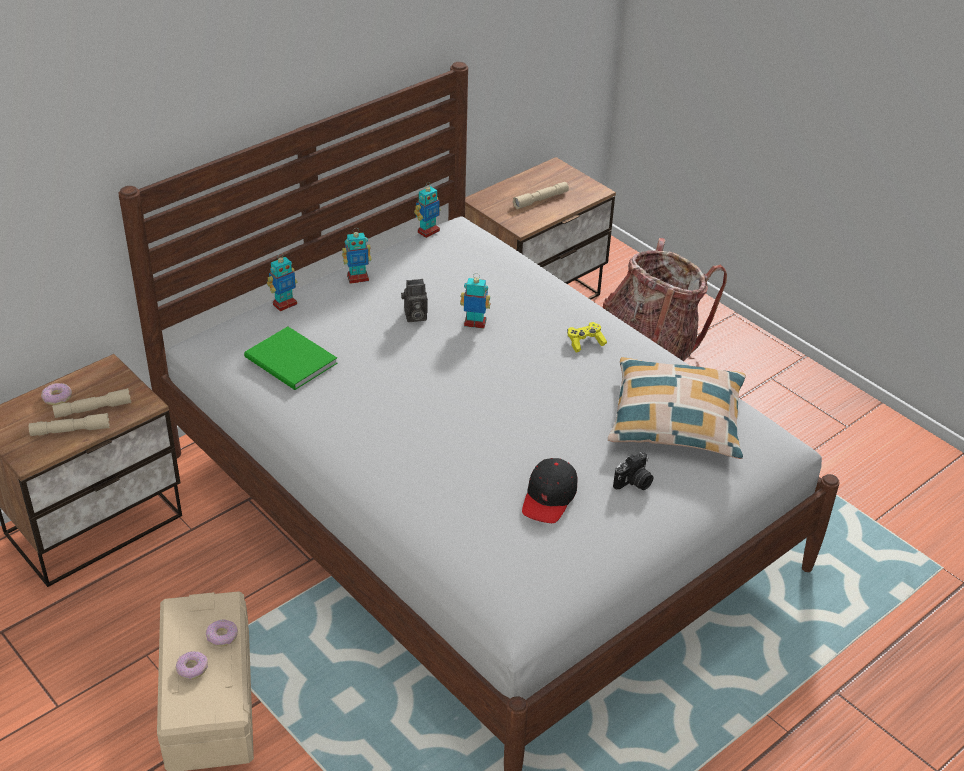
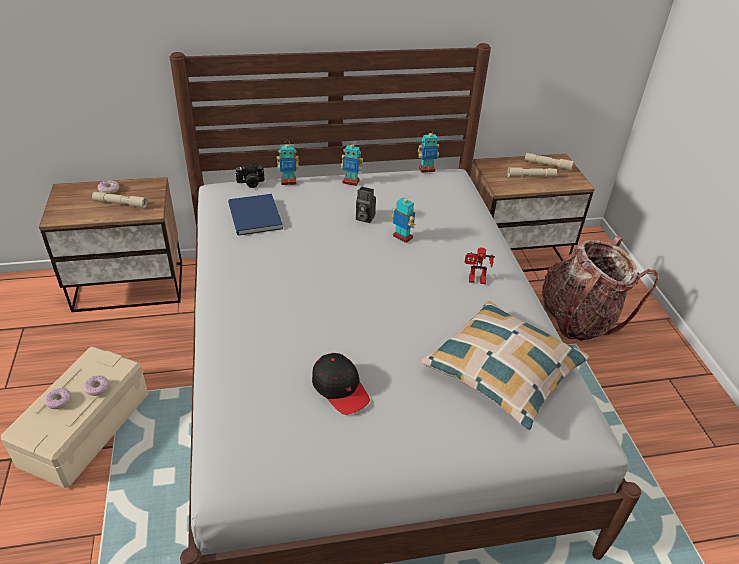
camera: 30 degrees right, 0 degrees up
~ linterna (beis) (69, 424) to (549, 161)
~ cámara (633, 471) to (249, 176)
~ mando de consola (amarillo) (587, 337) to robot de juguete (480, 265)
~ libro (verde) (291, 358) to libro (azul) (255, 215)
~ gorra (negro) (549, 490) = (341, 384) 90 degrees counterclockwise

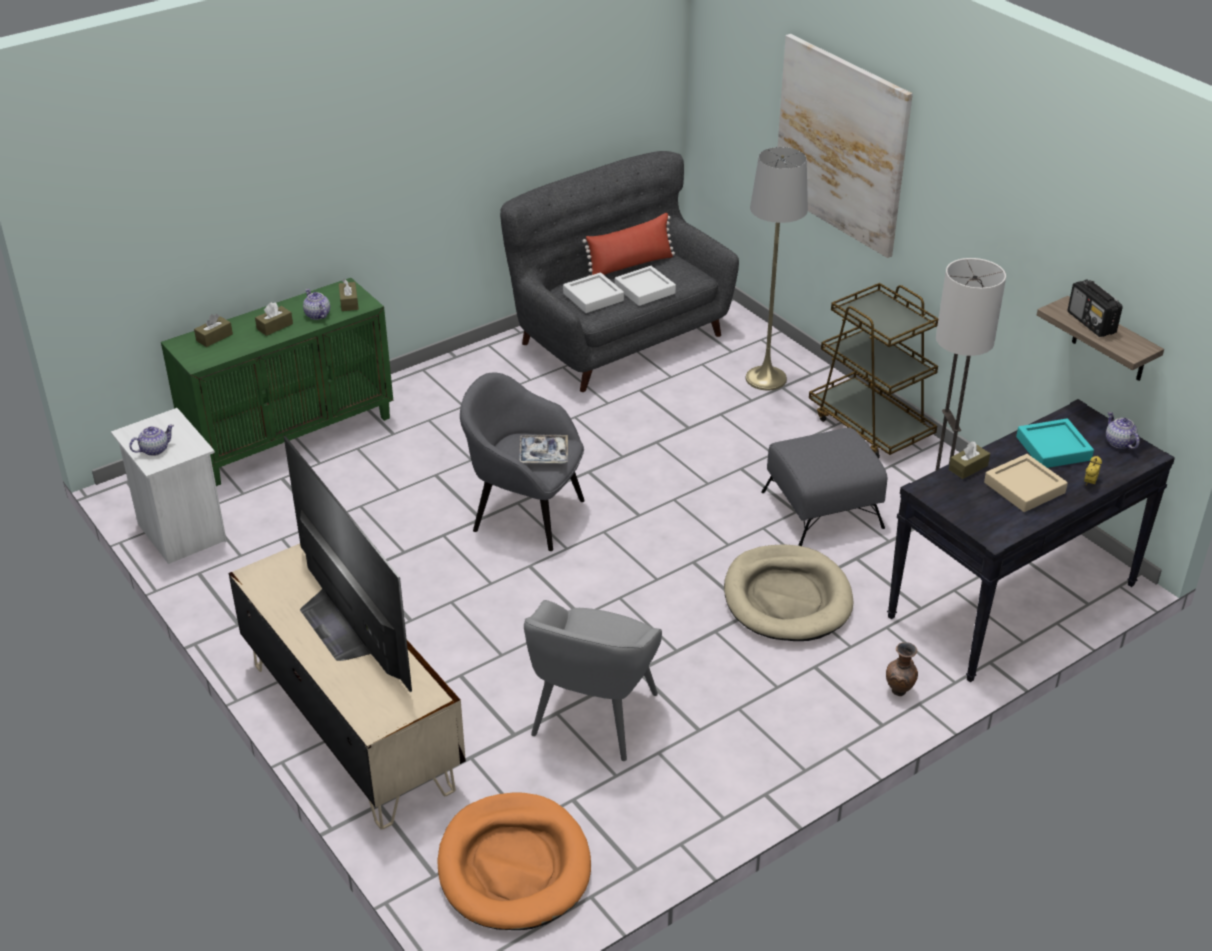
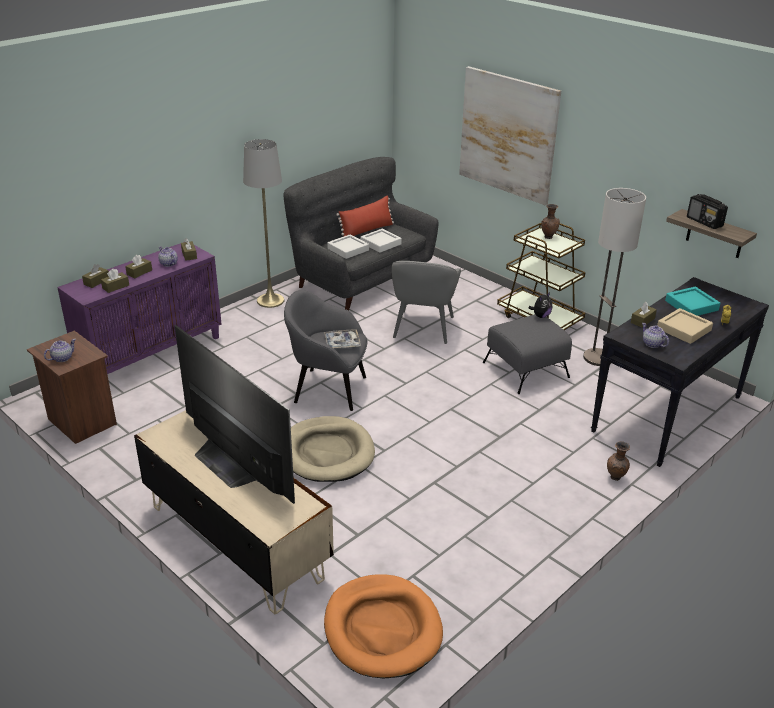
camera: 10 degrees left, 5 degrees down
+ caja de pañuelos (marrón) (115, 281)
+ peluche (540, 305)
+ florero (marrón) (550, 221)
~ sillón (gris) (593, 680) to (426, 302)
~ cama para perro (beis) (789, 592) to (333, 449)
~ lámpara de pie (gris) (776, 268) to (263, 223)
~ tetera (1123, 430) to (655, 335)
~ mesita de noche (blanco) (169, 486) to mesita de noche (marrón) (72, 387)
~ armario (verde) (277, 382) to armario (morado) (139, 308)

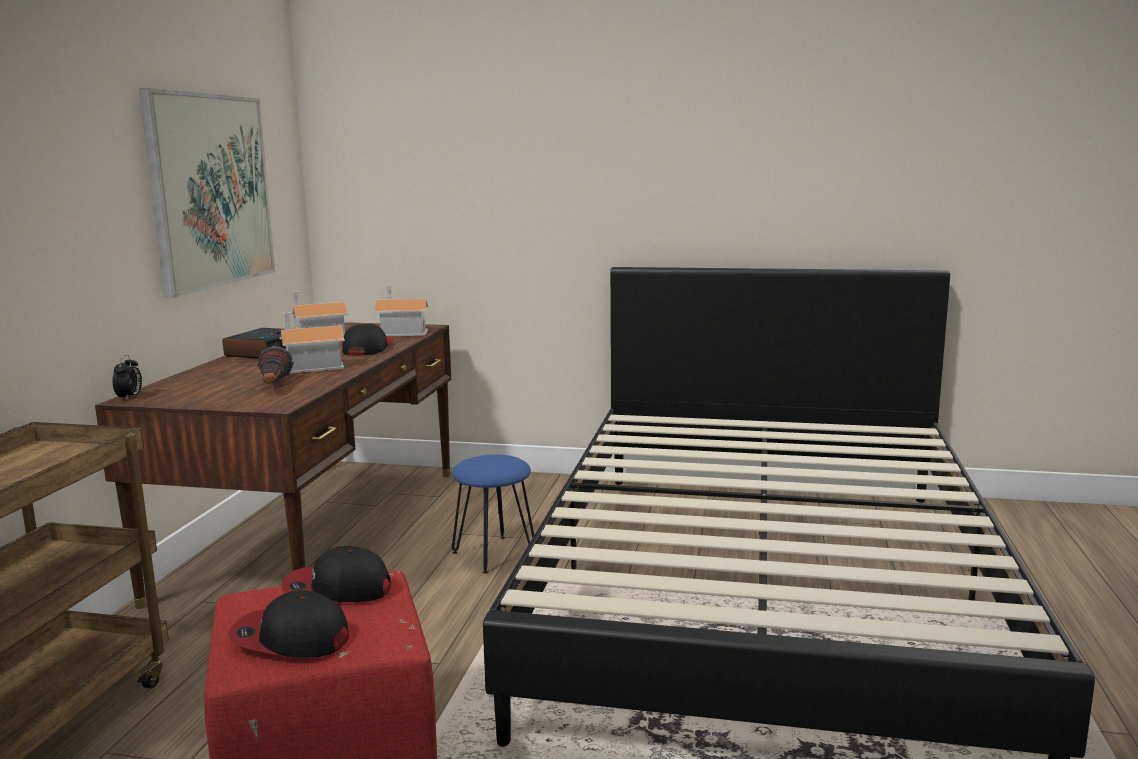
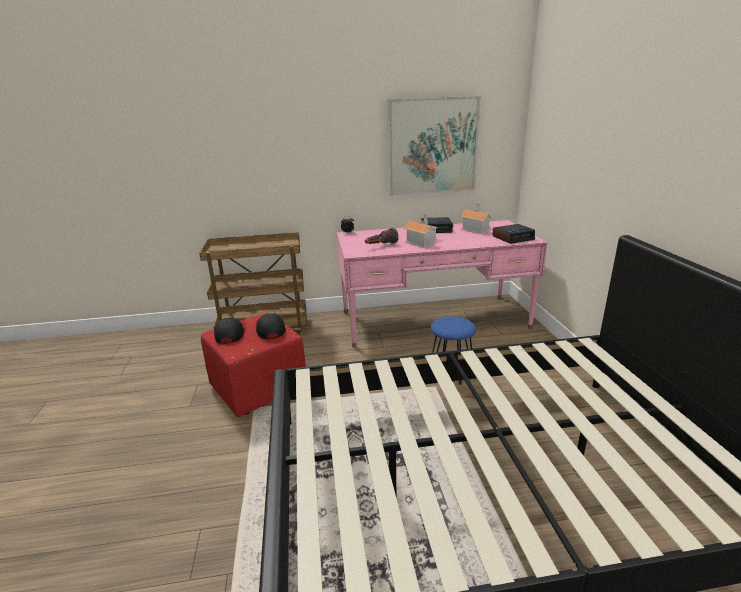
camera: 70 degrees right, 10 degrees up
- gorra (368, 340)
~ casita (401, 311) to despertador (513, 234)
~ escritorio (marrón) (273, 465) to escritorio (rosa) (441, 284)

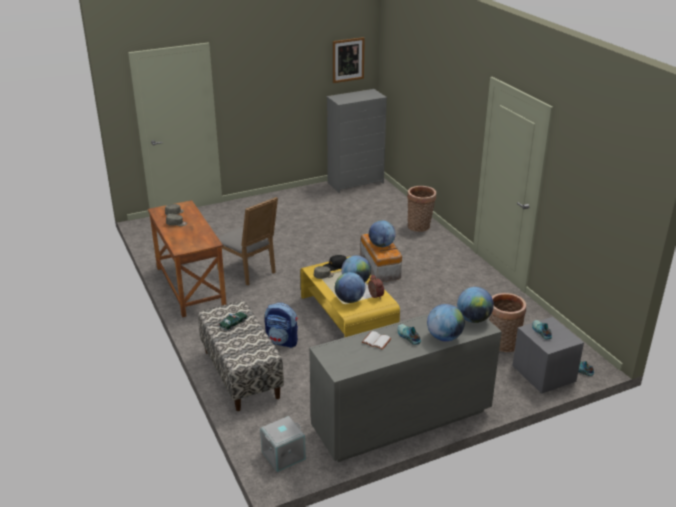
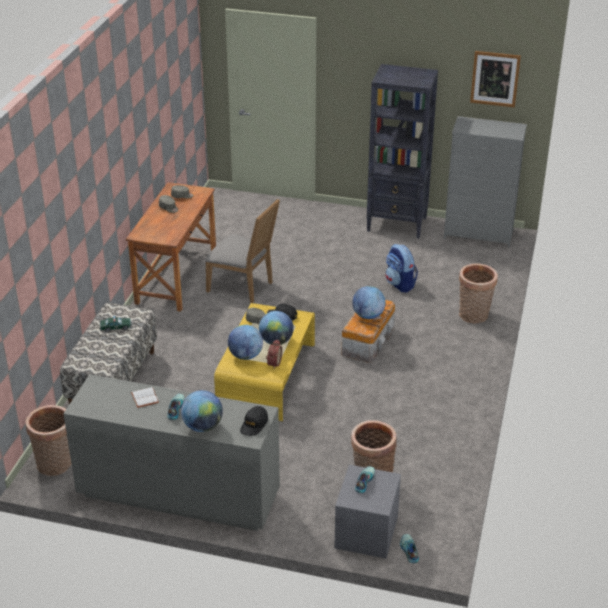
camera: 40 degrees right, 5 degrees up
+ estantería (negro) (402, 151)
~ mochila (281, 325) to (402, 268)
~ caja de almacenaje (gris) (283, 444) to cesta (48, 440)
~ globo terráqueo (475, 305) to gorra (negro) (254, 421)
~ silla (gris) (247, 241) = (242, 251) 60 degrees counterclockwise

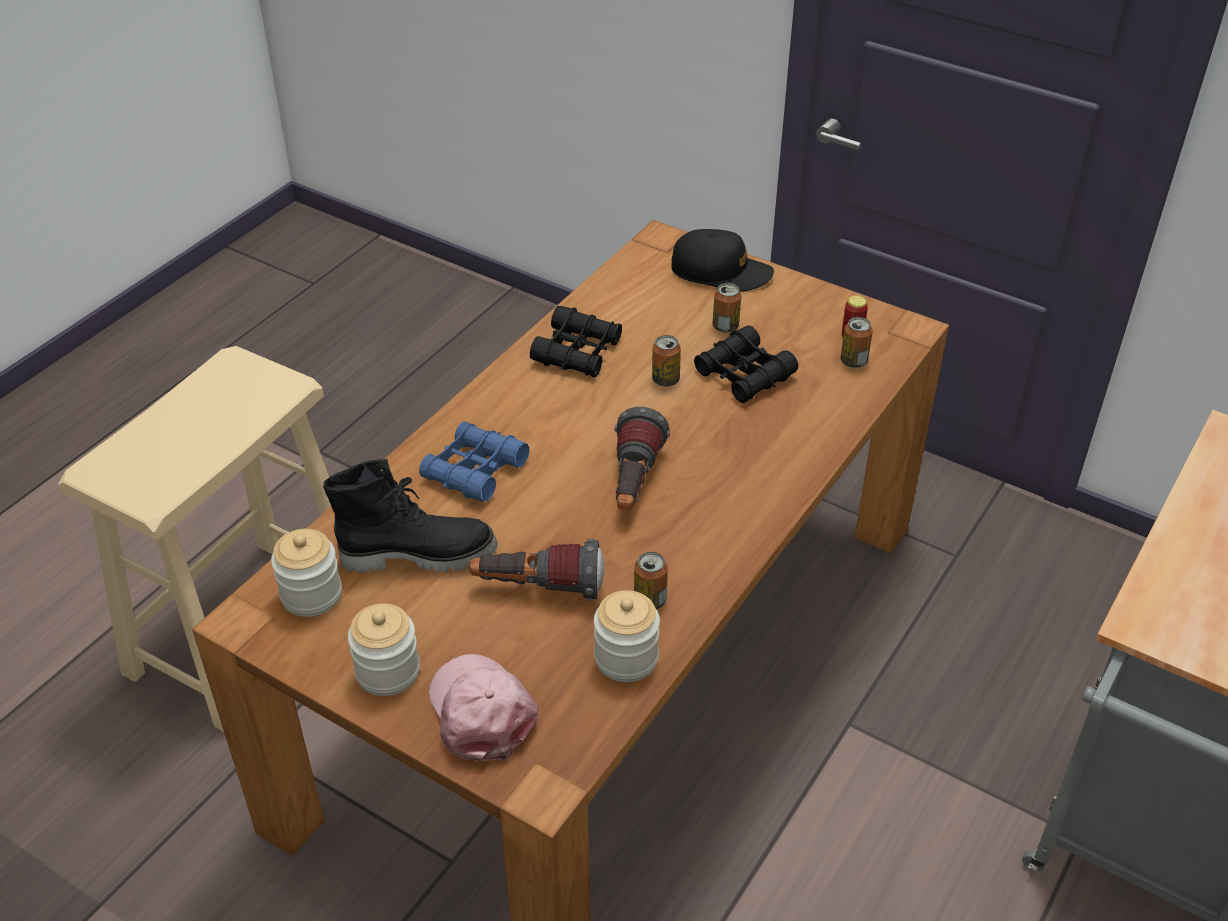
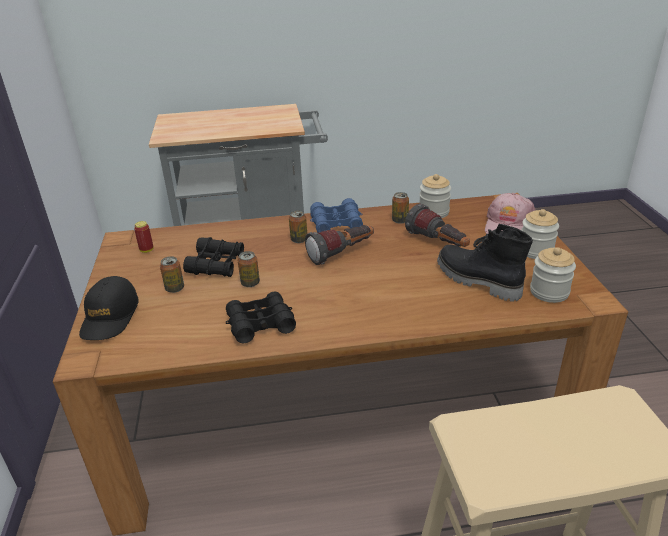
camera: 130 degrees left, 10 degrees down
~ prismáticos (azul) (474, 461) to (336, 215)
~ lata (857, 342) to (298, 227)
~ gorra (negro) (722, 260) = (109, 308) 150 degrees counterclockwise

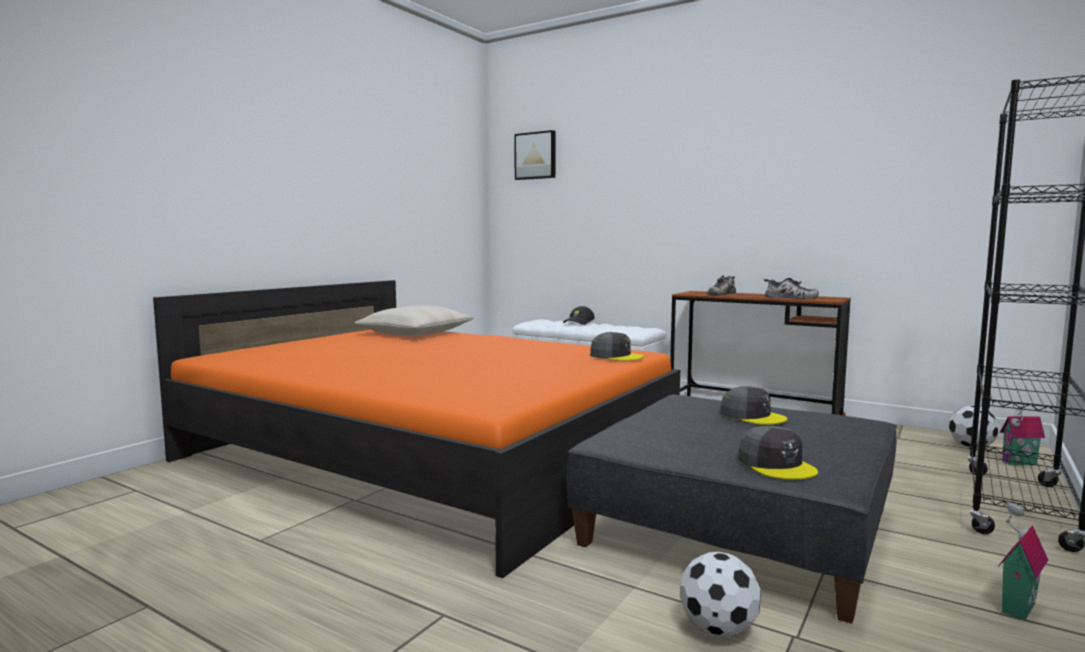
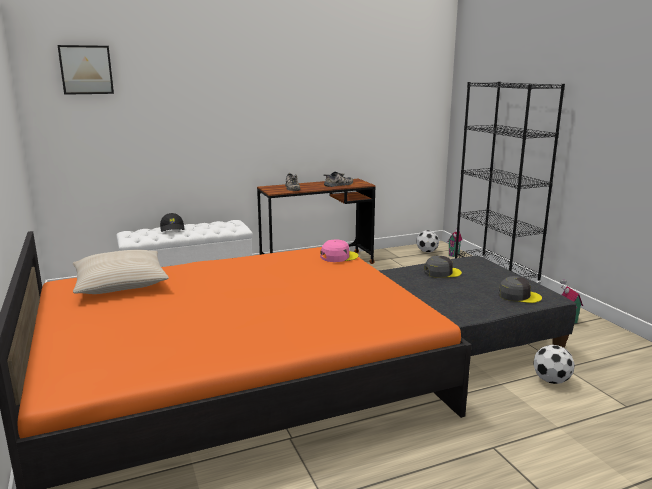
camera: 55 degrees left, 10 degrees up
~ gorra (gris) (617, 346) to gorra (rosa) (339, 251)

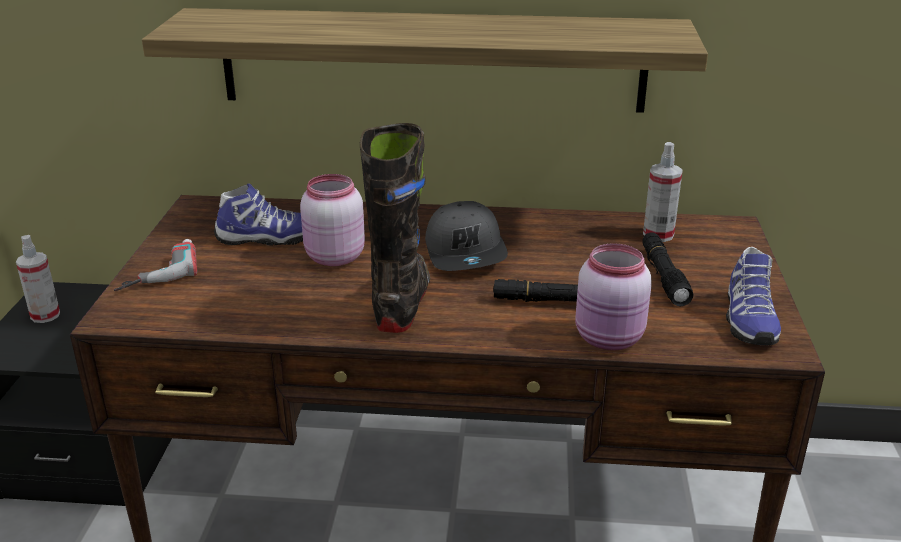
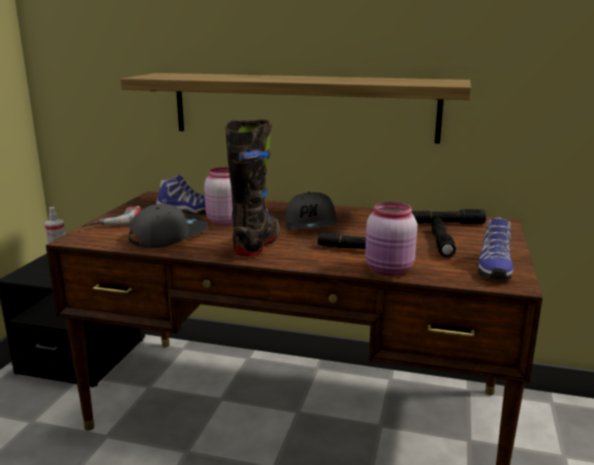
camera: 10 degrees right, 10 degrees down
+ gorra (gris) (168, 225)
~ pulverizador (663, 192) to linterna (negro) (449, 216)

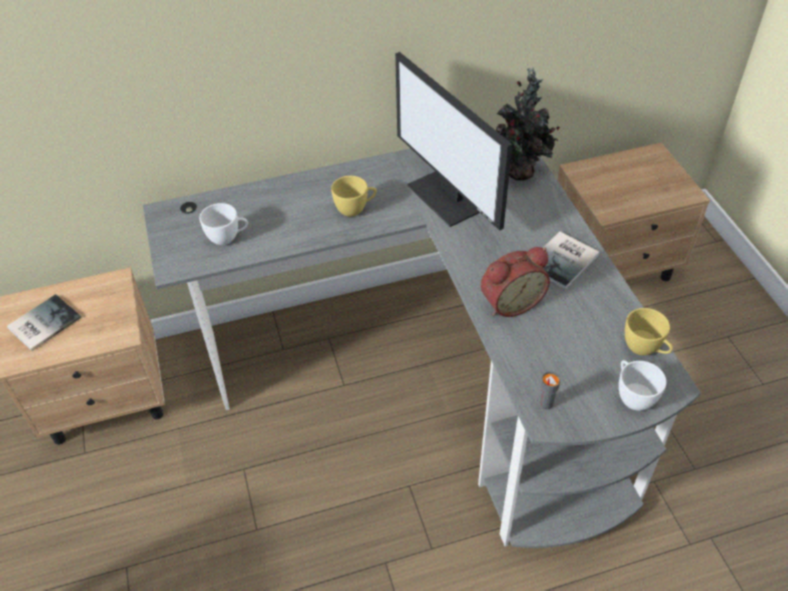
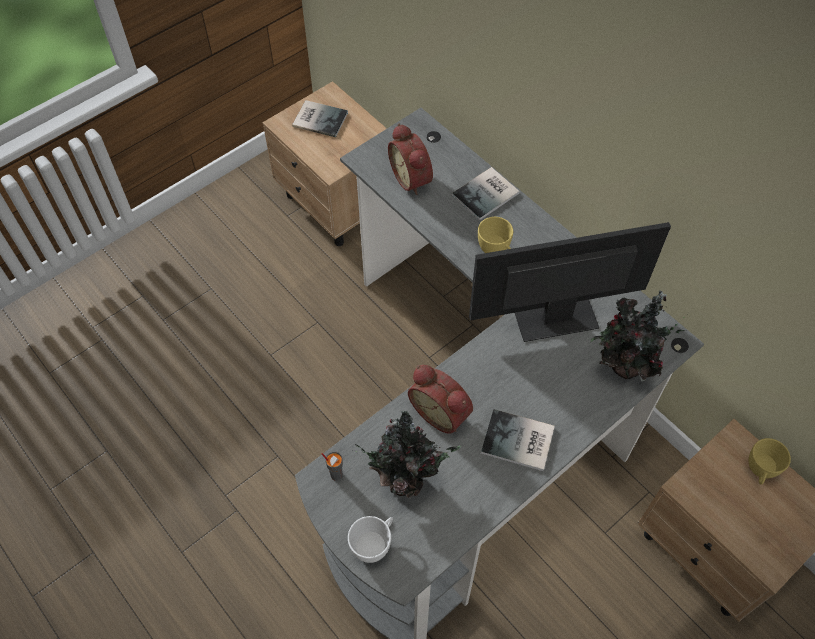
camera: 65 degrees right, 10 degrees up
+ planta en maceta (406, 454)
+ libro (486, 194)
~ taza (amarillo) (649, 331) to (770, 461)
~ taza (blanco) (223, 224) to despertador (410, 159)
~ monitor (453, 141) = (570, 282) 45 degrees clockwise

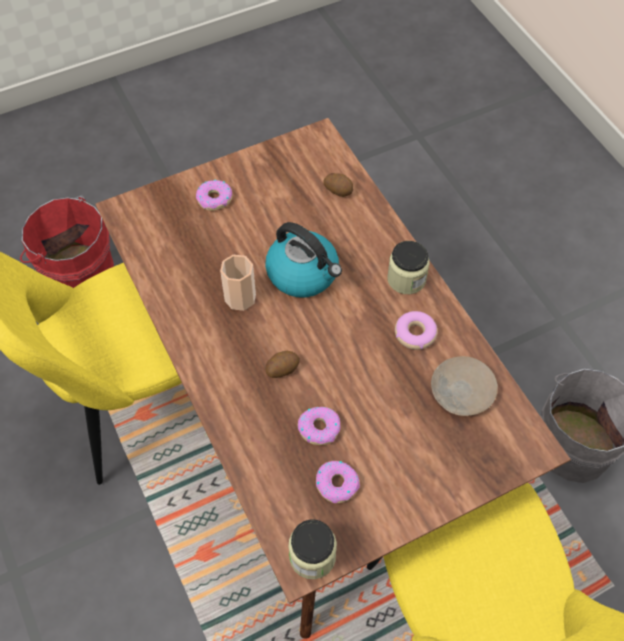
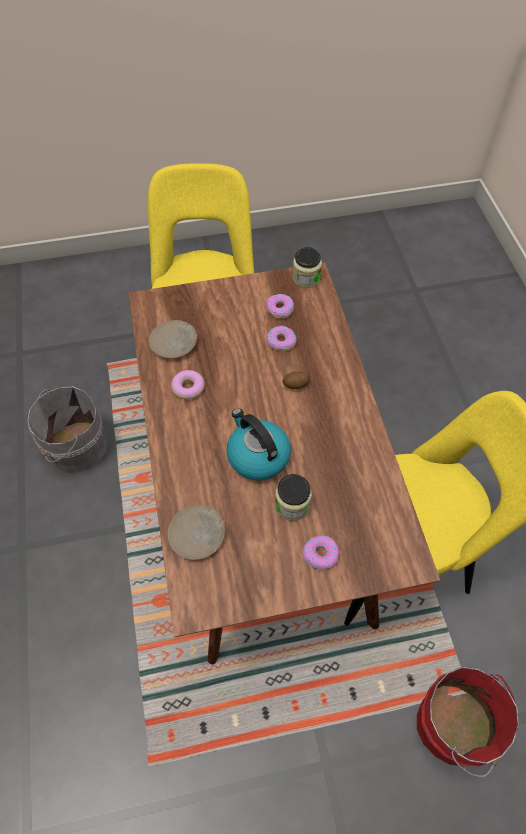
camera: 165 degrees left, 0 degrees up
- taza (238, 283)
~ tarro (408, 267) to (293, 497)
~ patata (338, 185) to plato (beis) (196, 532)

